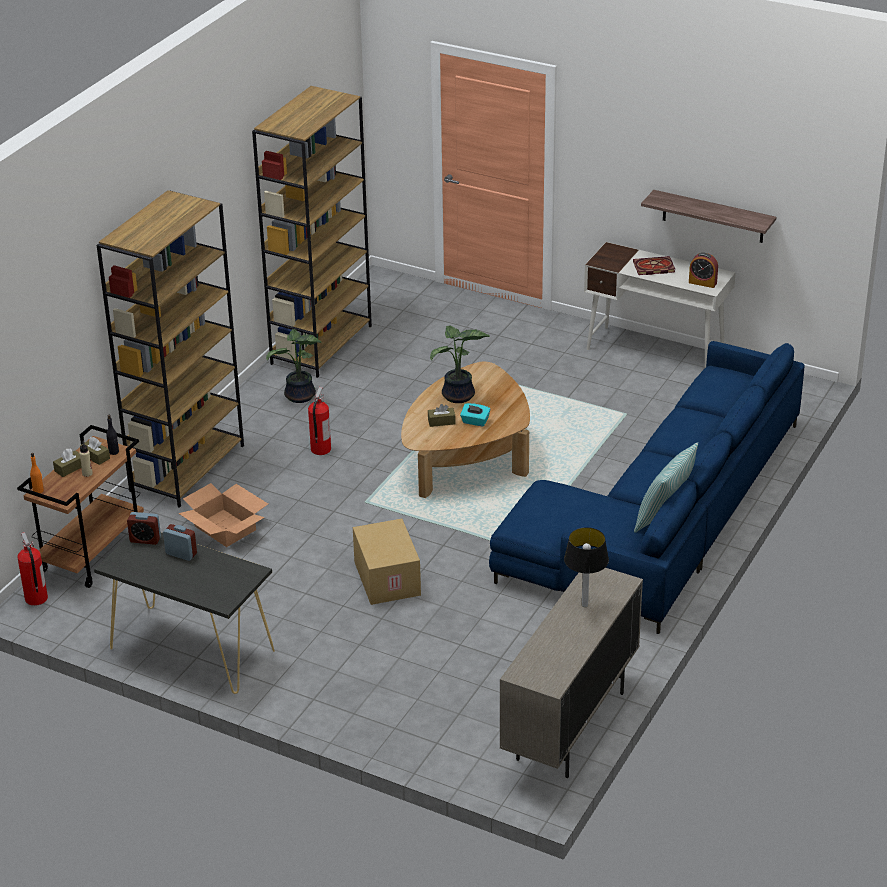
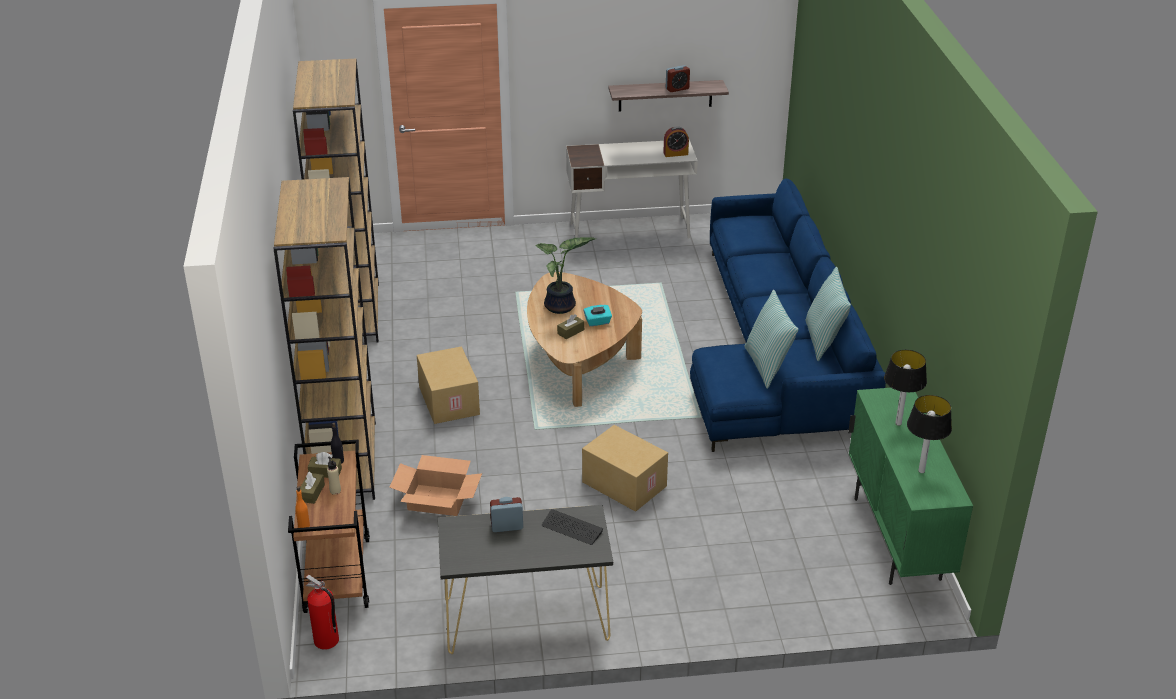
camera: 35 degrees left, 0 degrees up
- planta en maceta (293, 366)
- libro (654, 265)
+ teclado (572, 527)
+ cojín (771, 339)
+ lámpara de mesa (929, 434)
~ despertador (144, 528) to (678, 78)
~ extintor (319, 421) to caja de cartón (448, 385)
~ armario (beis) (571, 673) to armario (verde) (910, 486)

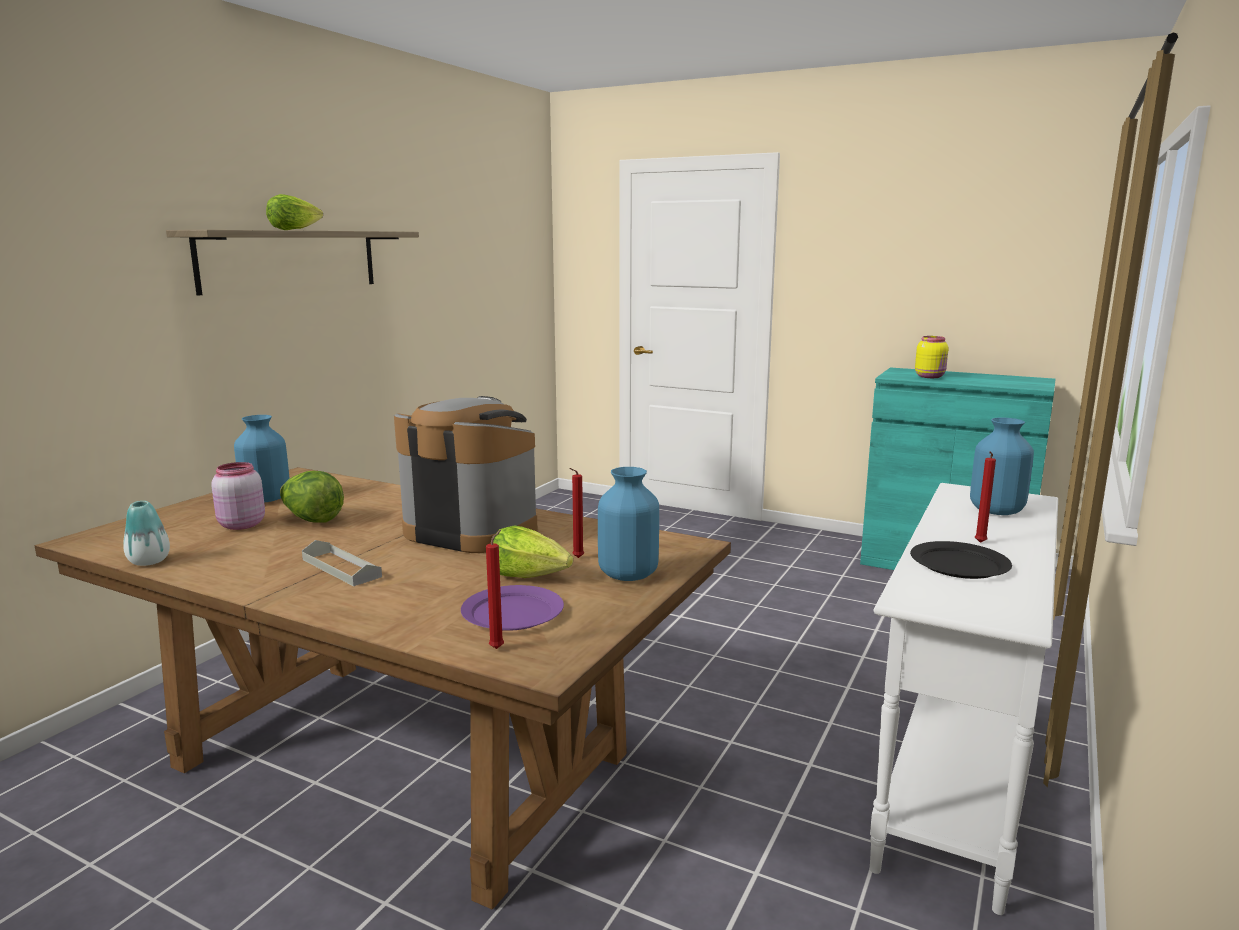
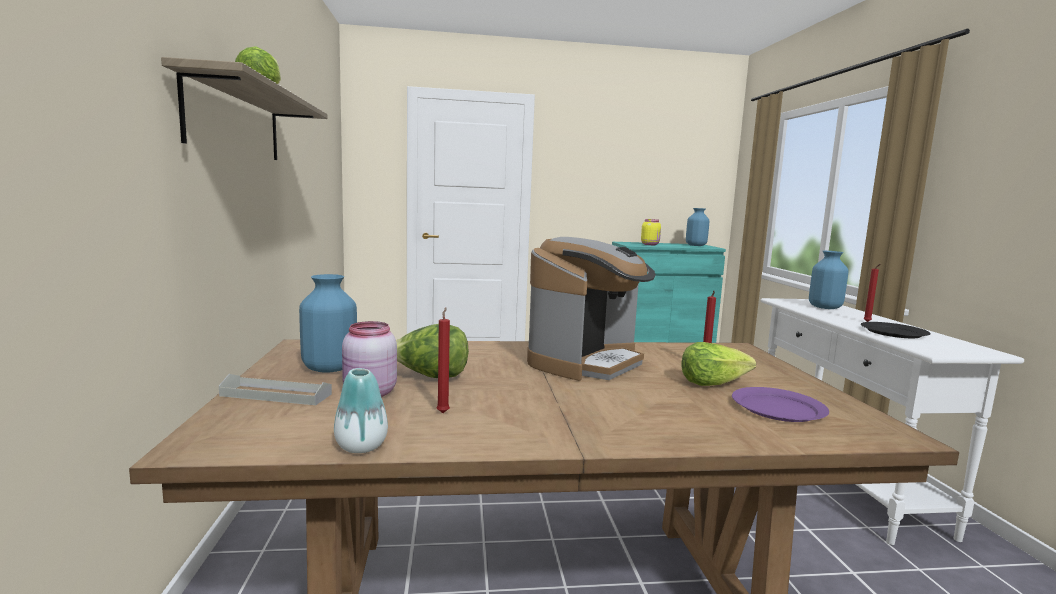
camera: 35 degrees left, 5 degrees down
~ bandeja (gris) (342, 563) to (275, 389)
~ vela (rojo) (495, 589) to (443, 360)
~ florero (azul) (628, 524) to (697, 227)
~ cafetera (465, 474) = (591, 309) 135 degrees clockwise

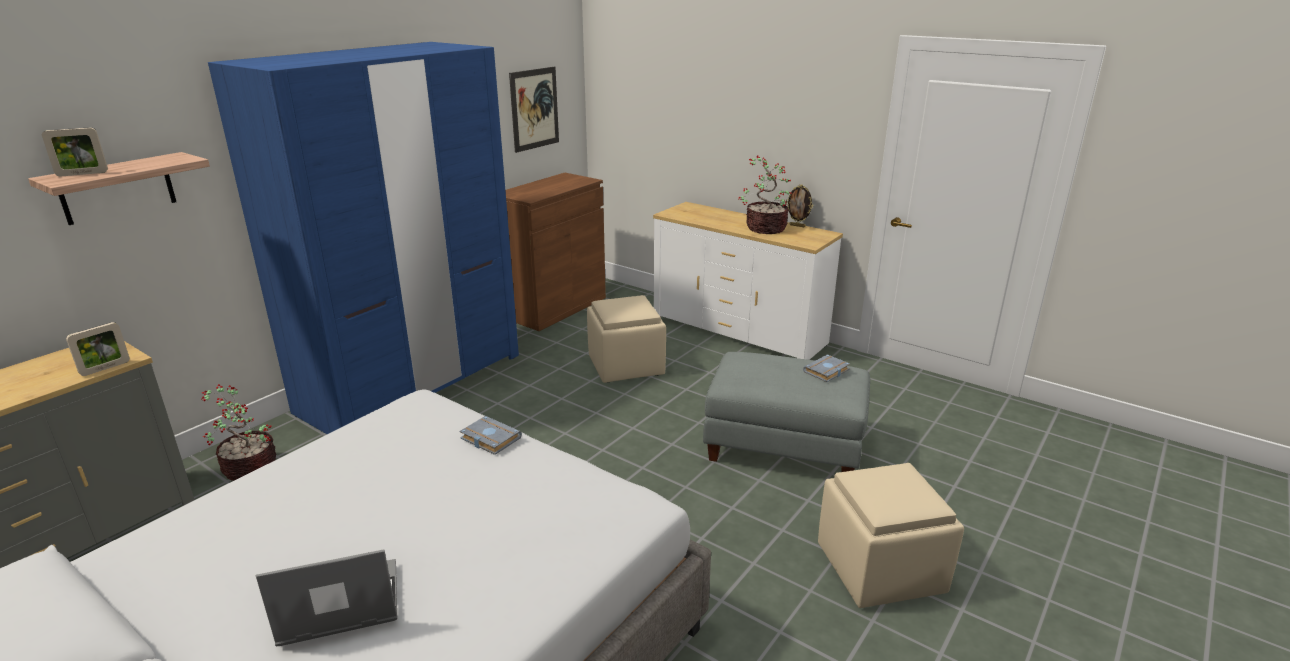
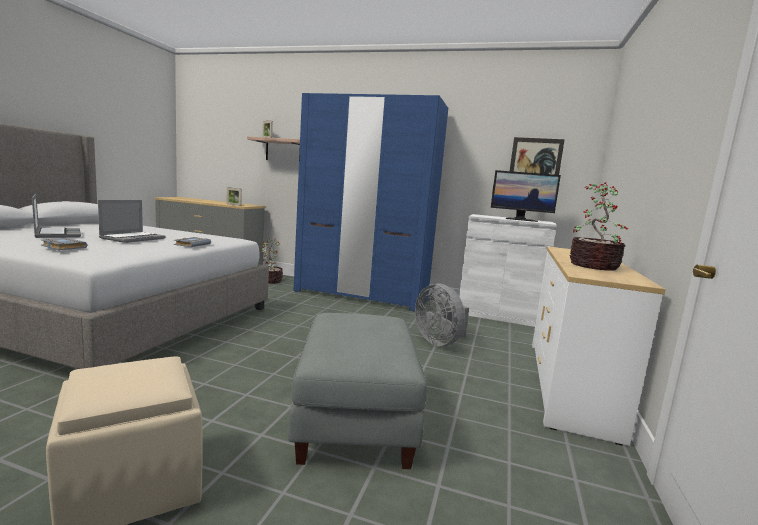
camera: 70 degrees right, 15 degrees down
- portarretratos (799, 205)
+ portátil (132, 221)
+ monitor (526, 196)
~ libro (gris) (826, 368) to (64, 244)
~ puf (beis) (626, 339) to ventilador (gris) (442, 314)
~ armario (marrón) (555, 252) to armario (blanco) (508, 270)

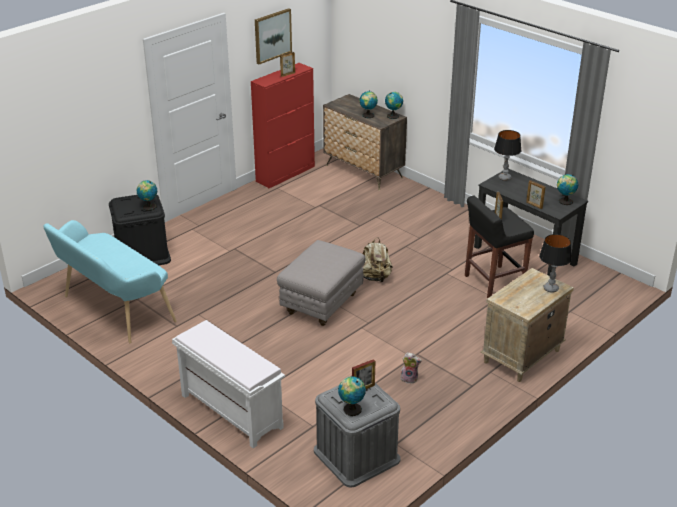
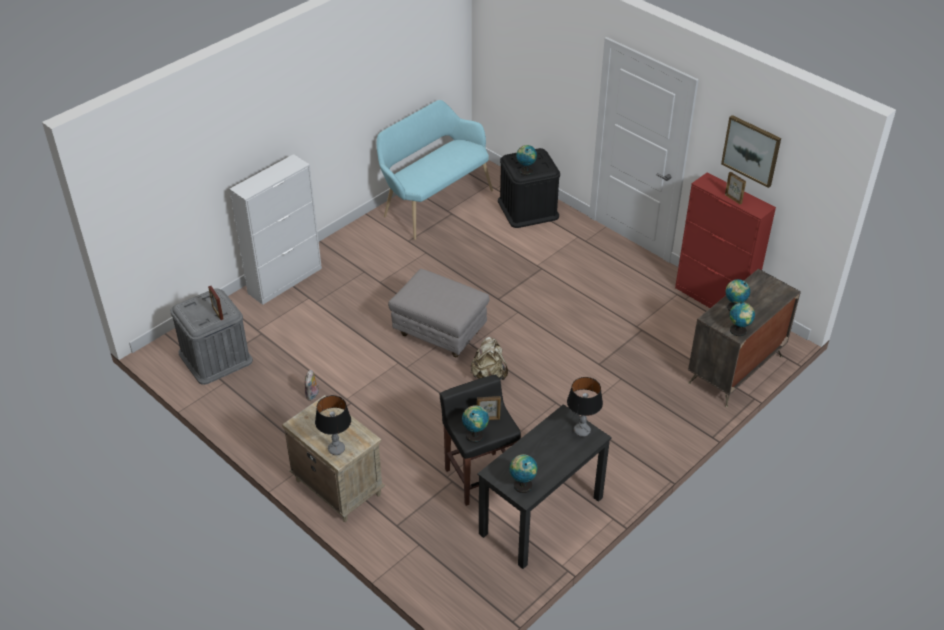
camera: 90 degrees right, 10 degrees up
- portarretratos (536, 194)
~ globo terráqueo (352, 396) to (475, 424)
~ banco (blanco) (228, 384) to armario (blanco) (275, 229)

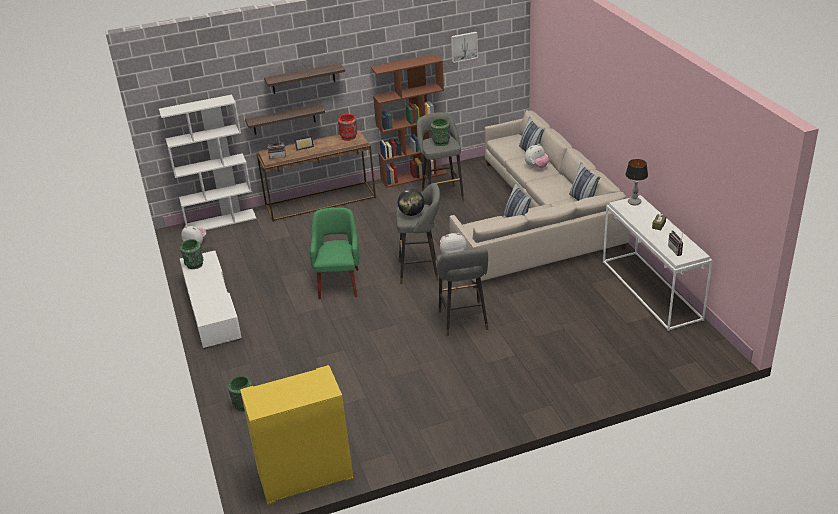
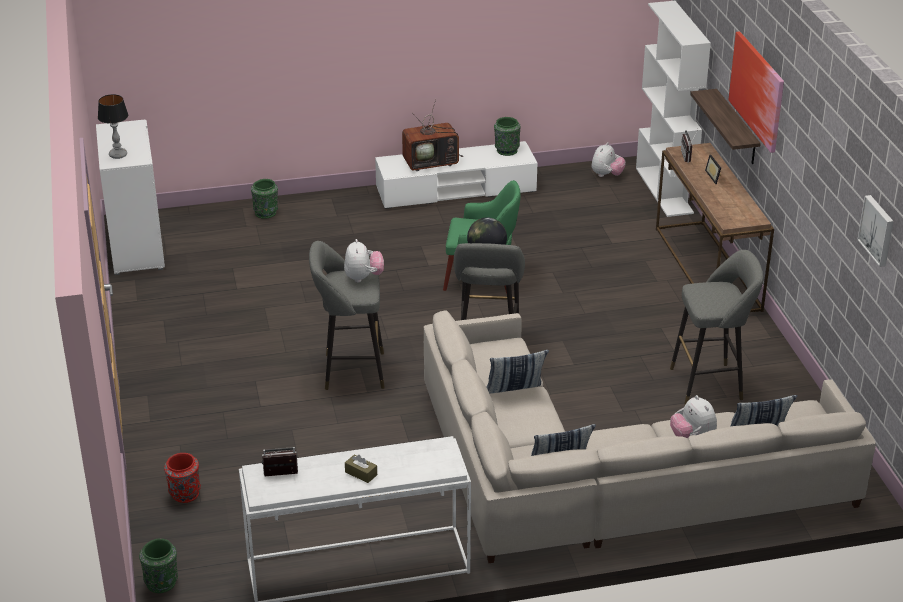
camera: 95 degrees right, 0 degrees up
- estantería (marrón) (409, 121)
+ televisor (433, 135)
~ florero (rojo) (347, 127) to (182, 478)
~ florero (verde) (440, 132) to (158, 566)
~ lámpara de mesa (636, 182) to (113, 126)
~ estante (304, 78) to cuadro (756, 92)
~ armario (amarillo) (297, 435) to armario (blanco) (130, 197)

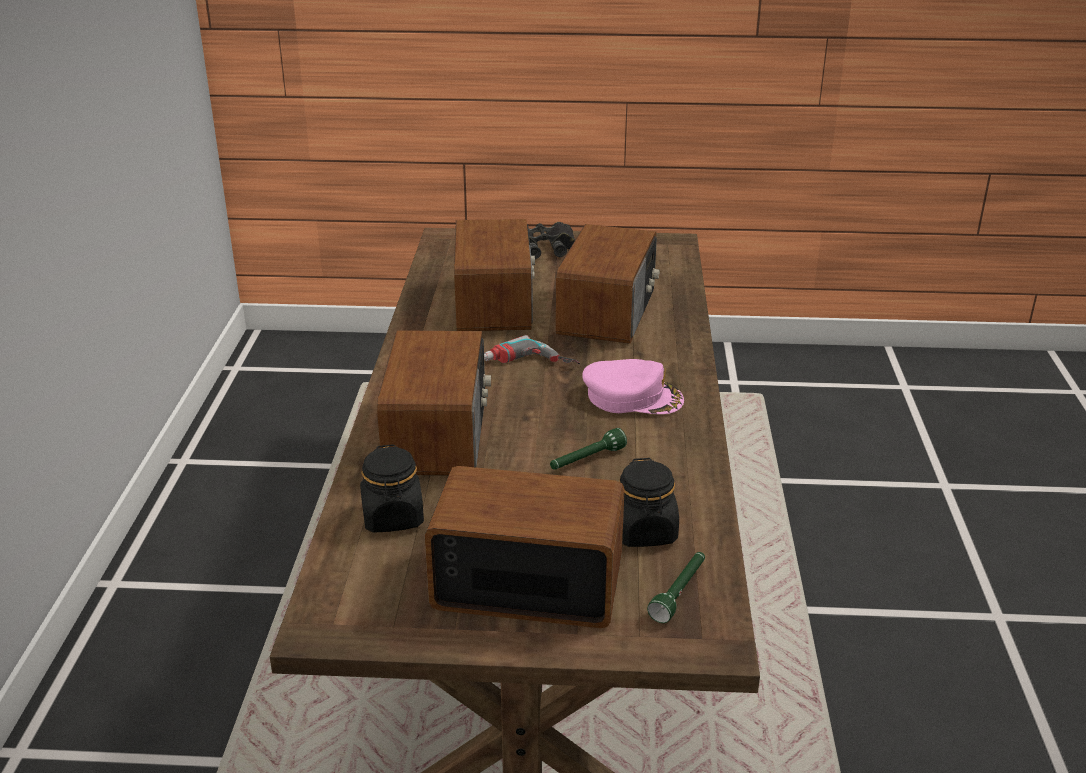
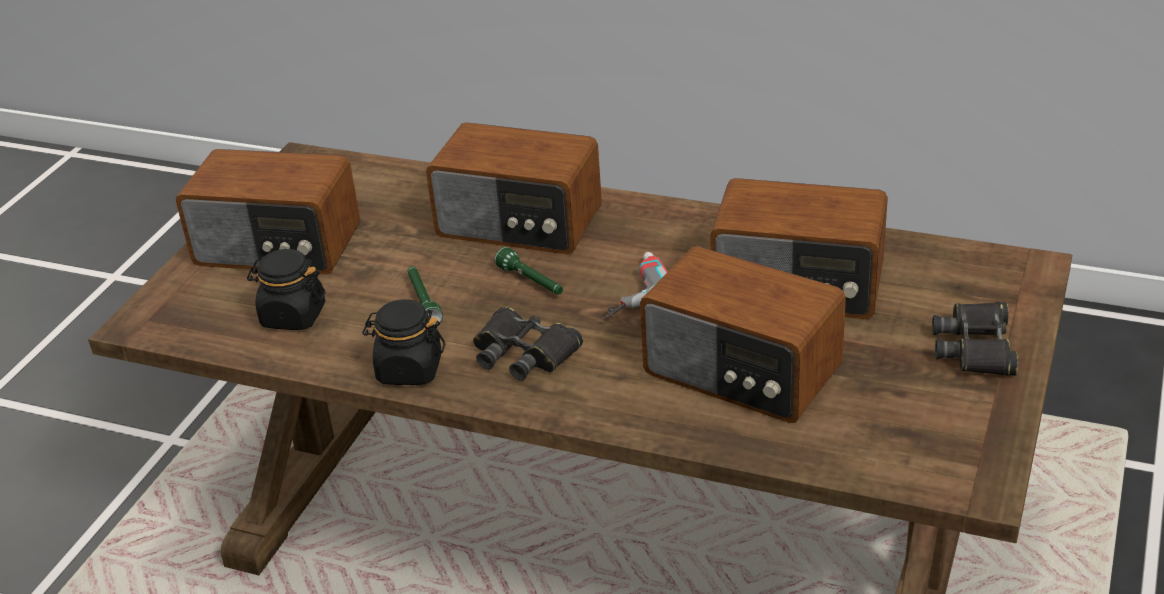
camera: 110 degrees right, 5 degrees up
~ tarro (negro) (392, 488) to (403, 342)
~ linterna (verde) (676, 587) to (529, 271)
~ gorra (rosa) (633, 386) to prismáticos (negro) (528, 344)
~ radio (525, 547) = (268, 212) 75 degrees clockwise

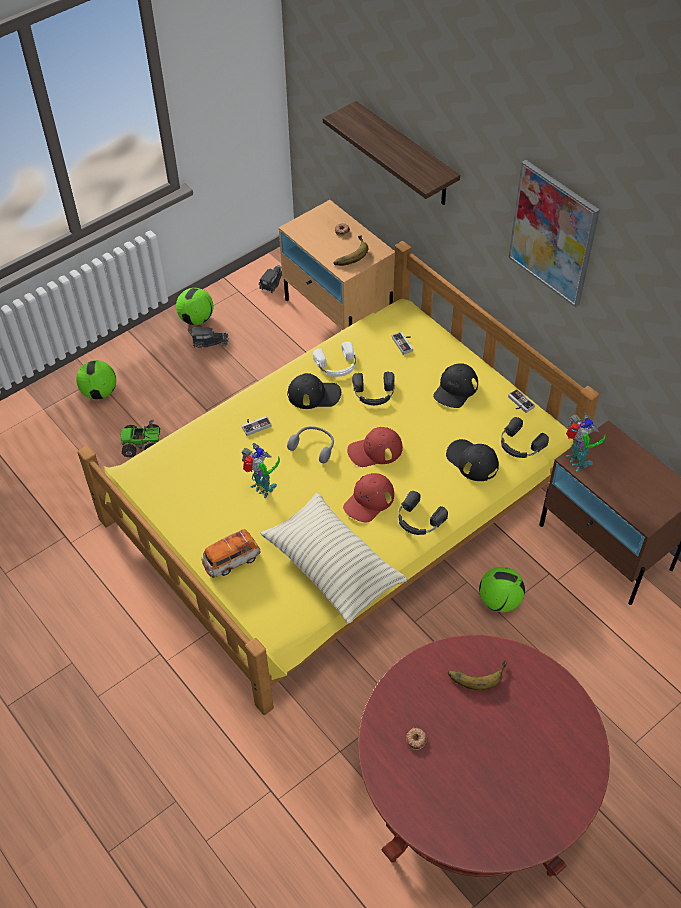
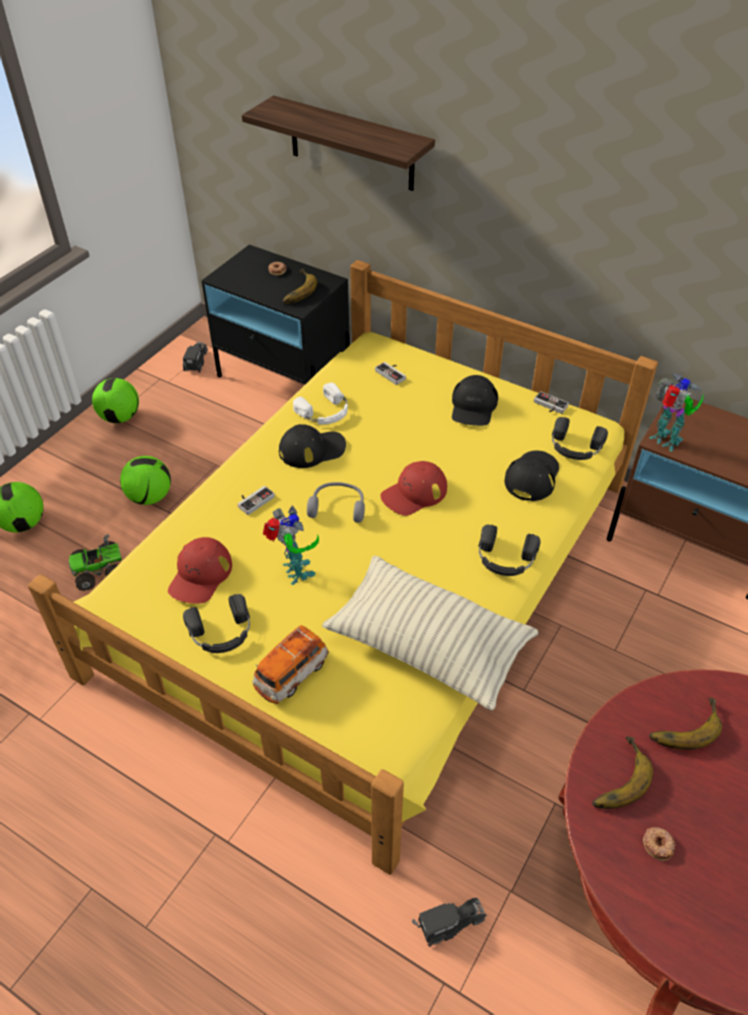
camera: 20 degrees left, 5 degrees down
- cuadro (554, 233)
+ plátano (622, 772)
~ camión de juguete (208, 337) to (449, 922)
~ gorra (rojo) (368, 497) to (200, 570)
~ auriculares (negro) (373, 388) to (216, 623)
~ balón de fútbol (502, 589) to (145, 480)
~ mesita de noche (beis) (337, 265) to mesita de noche (negro) (276, 314)
~ robot de juguete (260, 470) = (291, 545) 45 degrees clockwise
~ gorra (negro) (472, 460) = (531, 476) 90 degrees clockwise

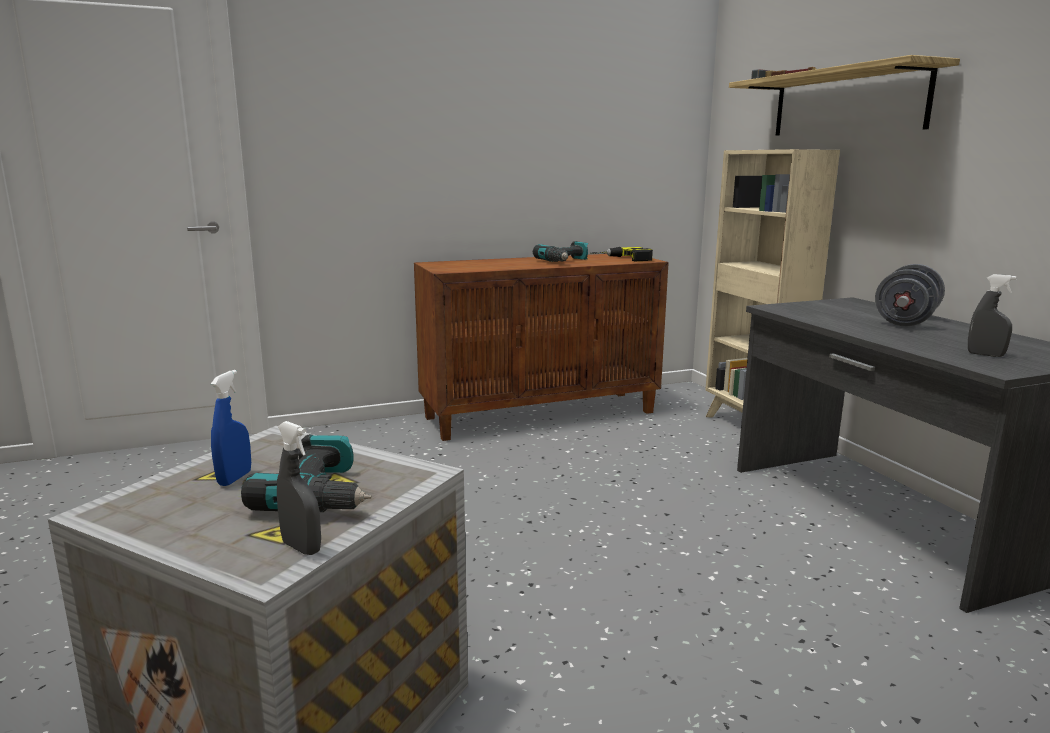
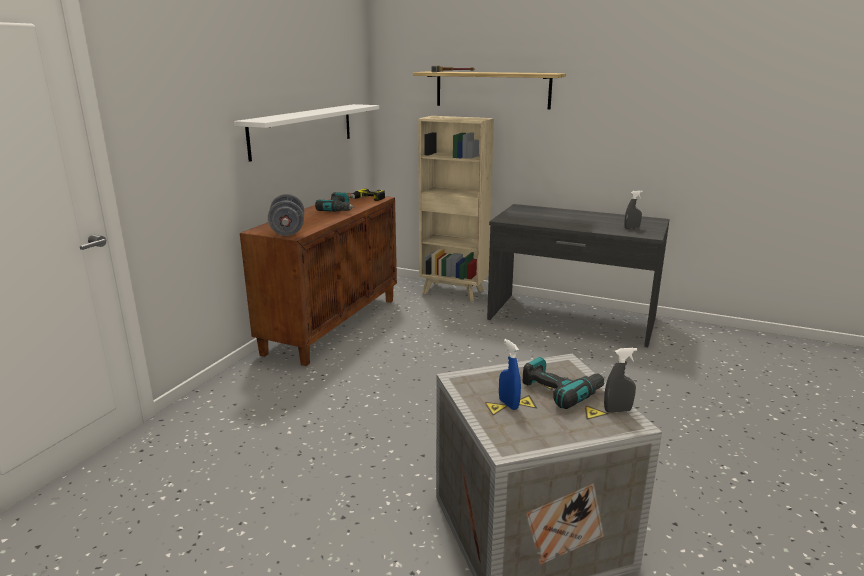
camera: 45 degrees left, 5 degrees up
+ estante (blanco) (306, 133)
~ mancuerna (gris) (910, 295) to (286, 215)

